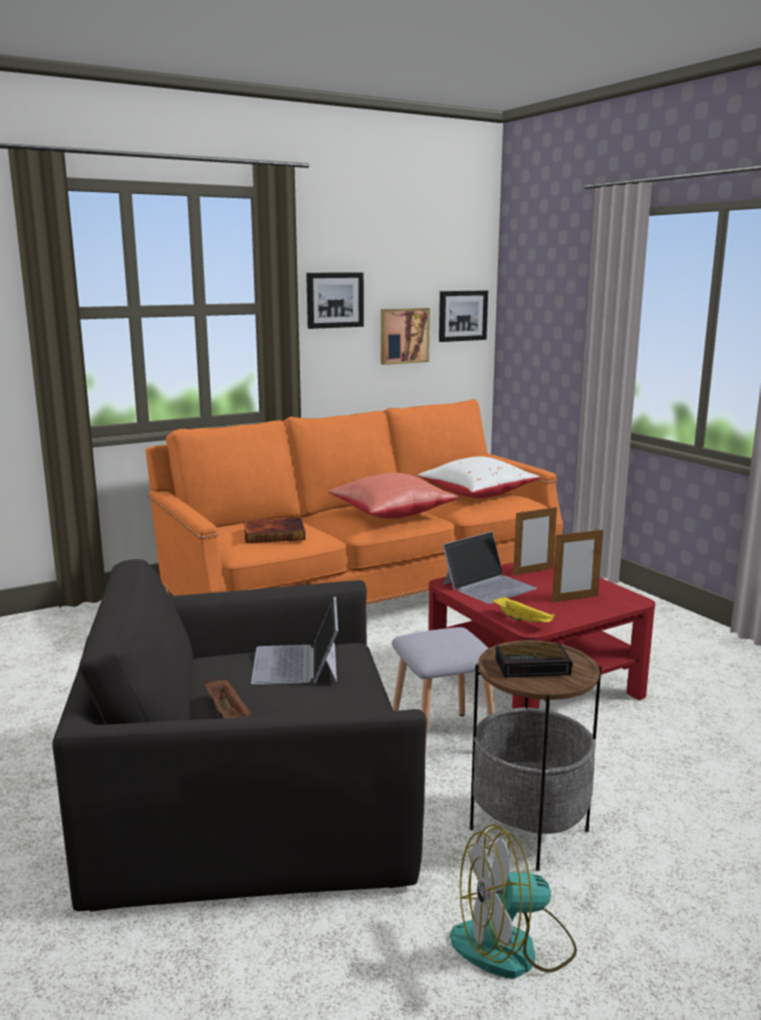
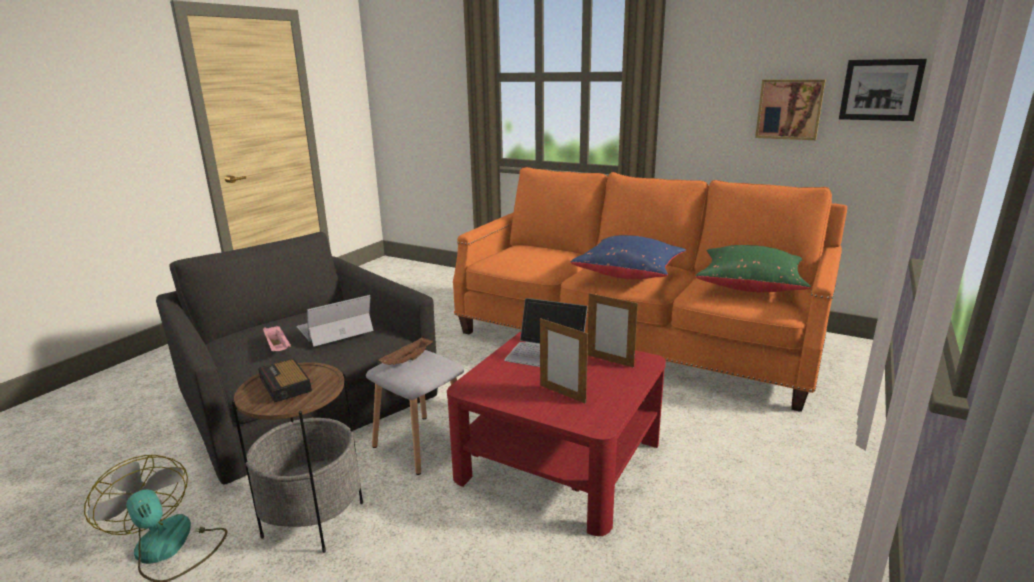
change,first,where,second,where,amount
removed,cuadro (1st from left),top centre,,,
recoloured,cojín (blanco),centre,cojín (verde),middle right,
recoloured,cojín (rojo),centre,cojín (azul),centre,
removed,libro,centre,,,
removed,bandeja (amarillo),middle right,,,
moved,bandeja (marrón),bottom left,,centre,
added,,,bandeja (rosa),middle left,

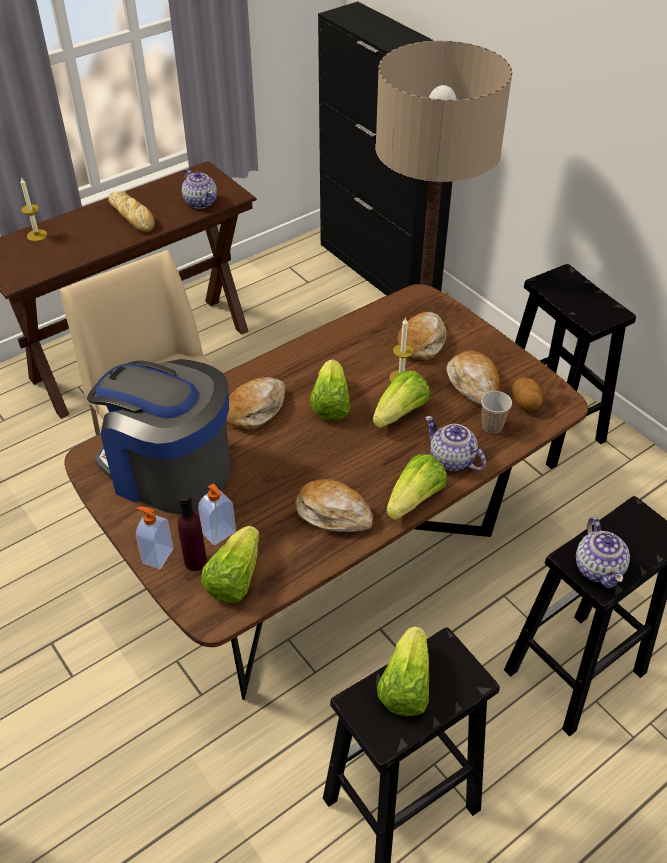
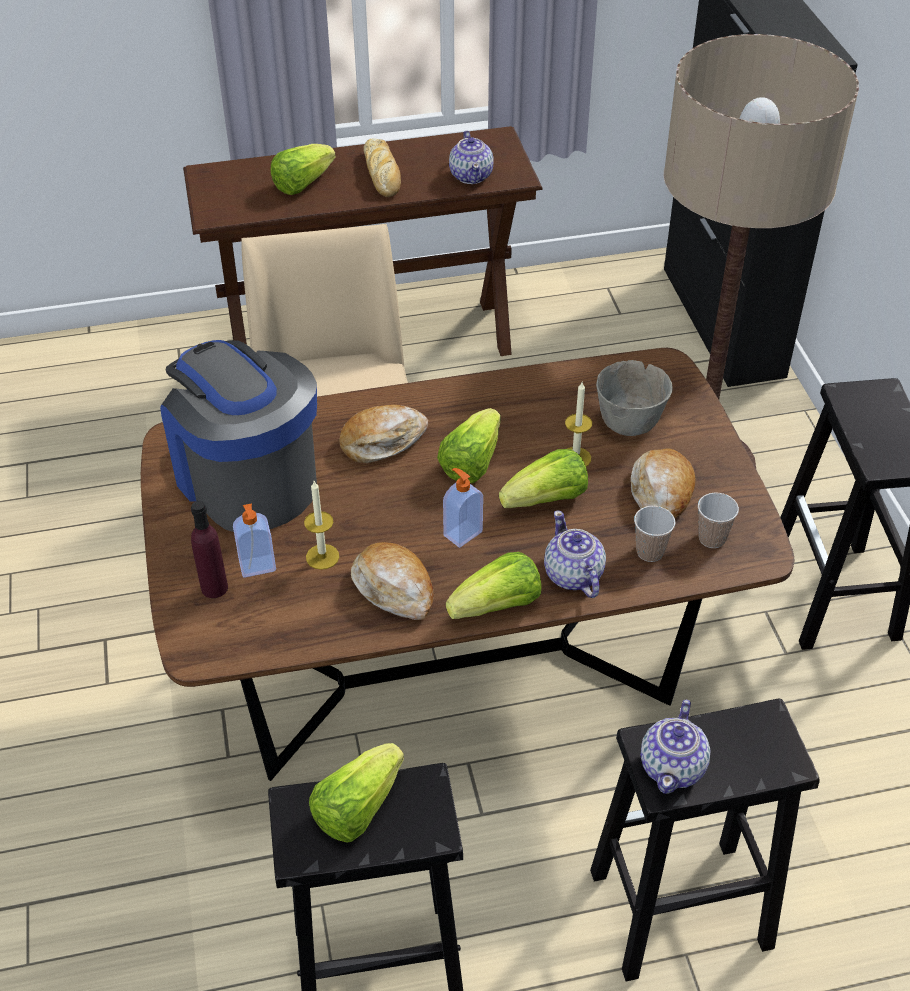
change,first,where,second,where,amount
moved,vela (1st from left),top left,,centre,
replaced,pan (4th from left),centre,cuenco (gris),middle right,
replaced,patata,middle right,taza (2nd from left),middle right,
moved,dispensador de jabón (1st from left in the first image),middle left,dispensador de jabón (2nd from left),centre,
moved,lechuga (1st from left),centre,,top left,

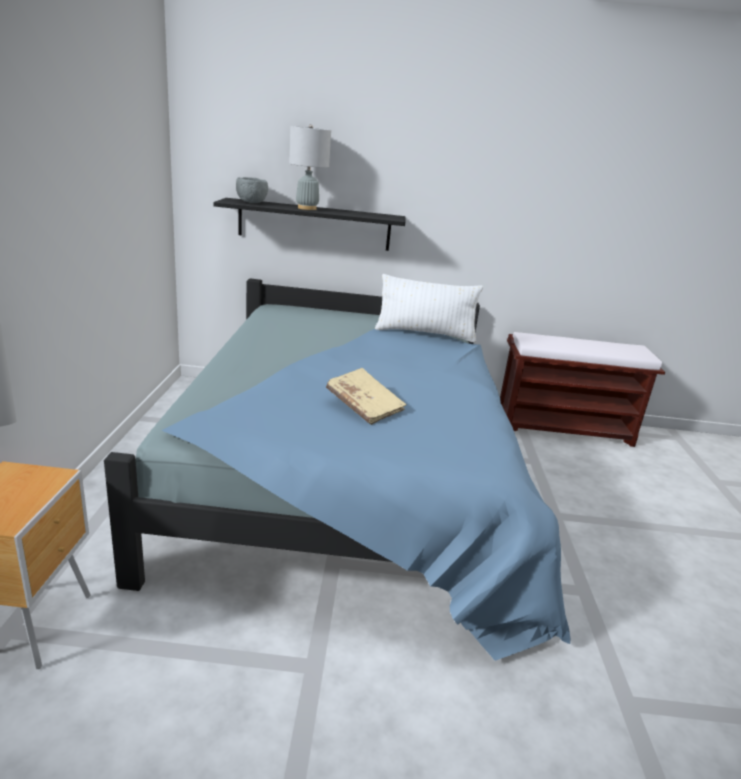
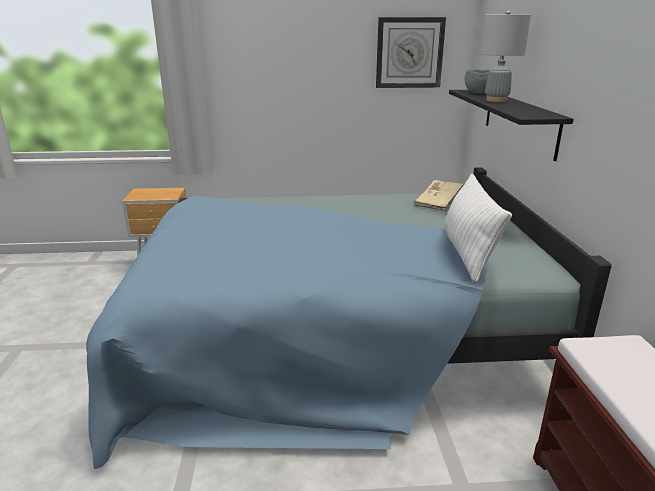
change,first,where,second,where,amount
moved,libro (beis),centre,,middle right,
added,,,reloj de pared,top centre,

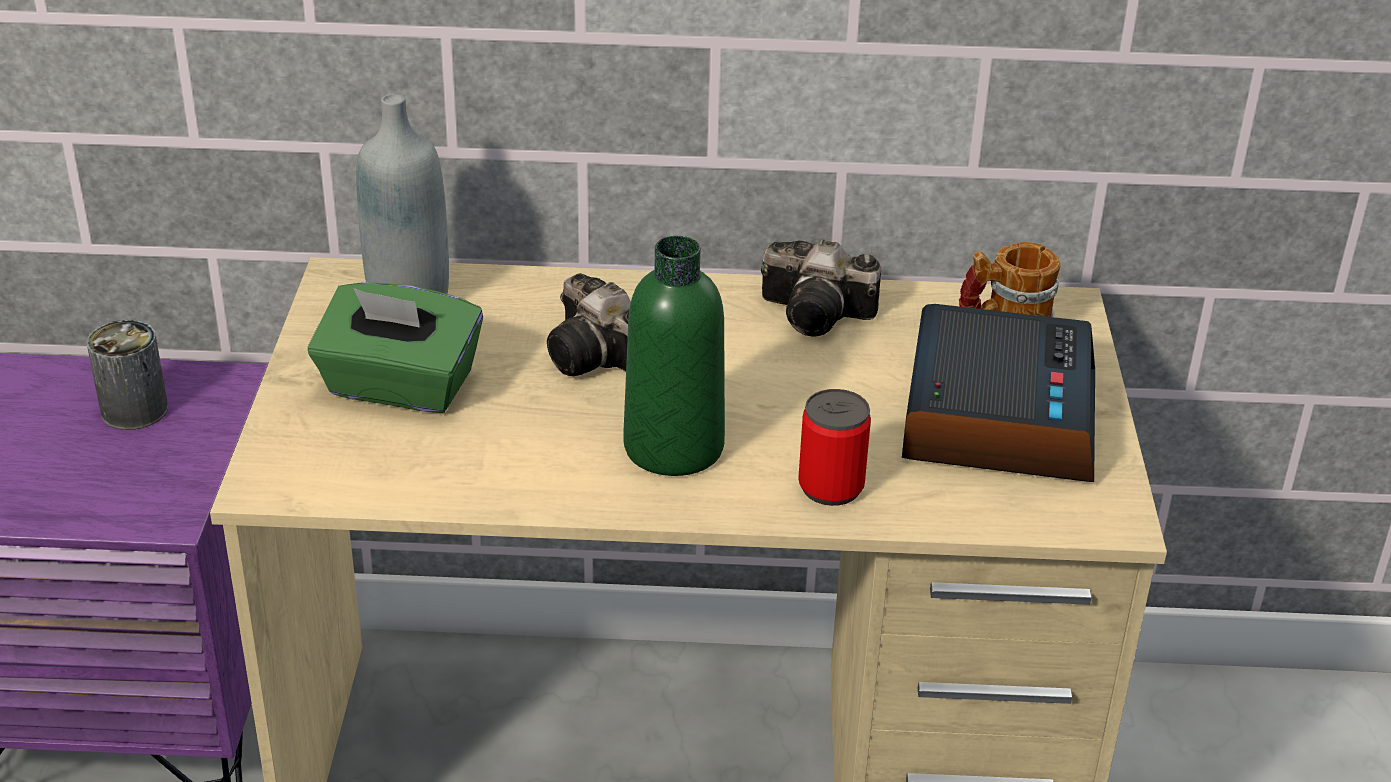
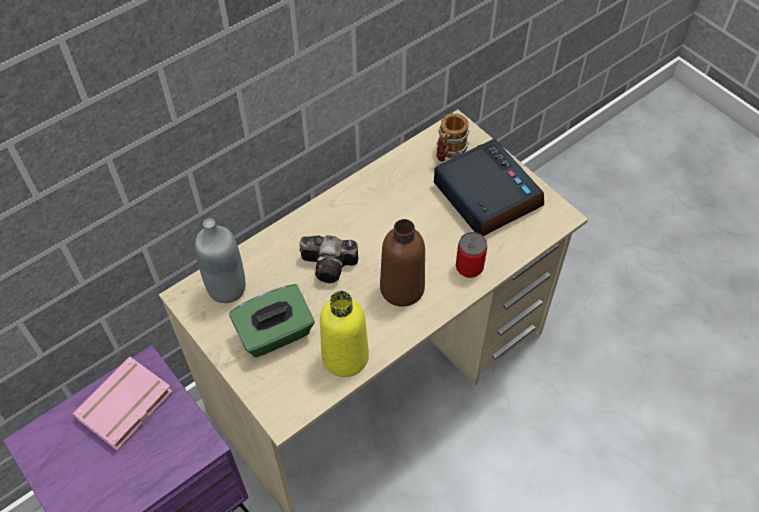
change,first,where,second,where,amount
recoloured,botella (verde),centre,botella (marrón),centre,
removed,cámara (2nd from left),centre,,,
replaced,lata (1st from left),middle left,libro (rosa),bottom left,
added,,,botella (amarillo),centre,

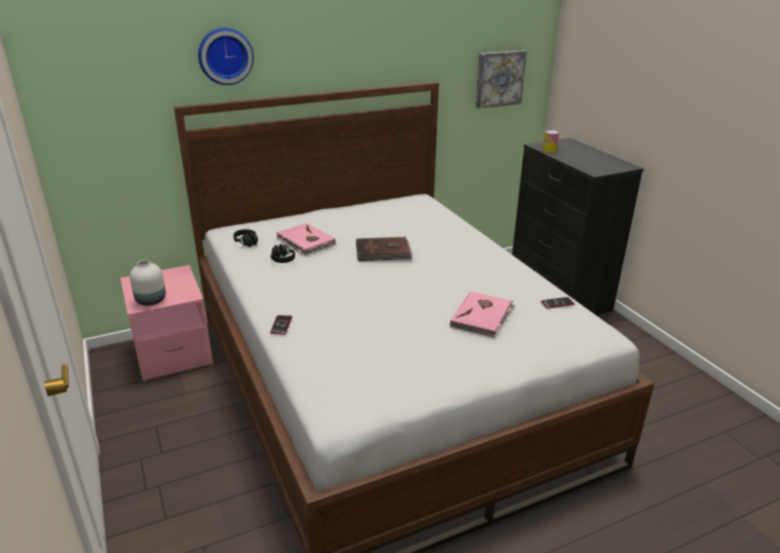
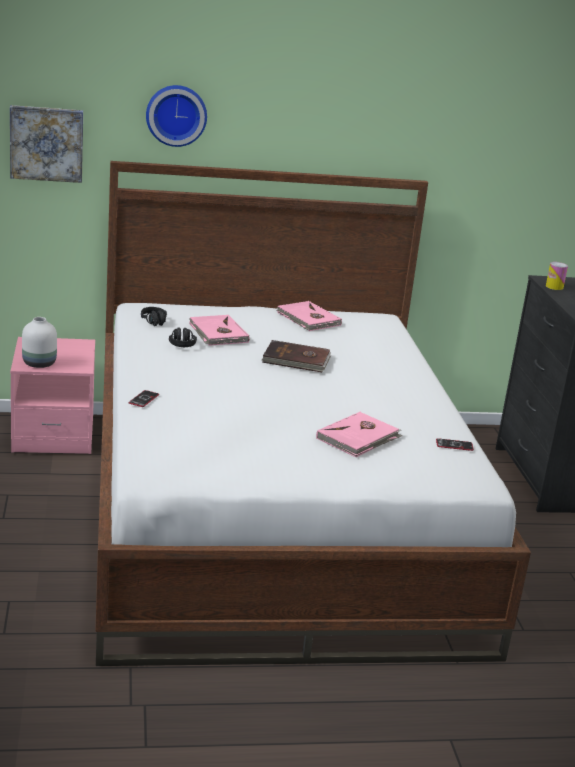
change,first,where,second,where,amount
moved,cuadro,top centre,,top left,
added,,,libro (rosa) (2nd from left),centre,

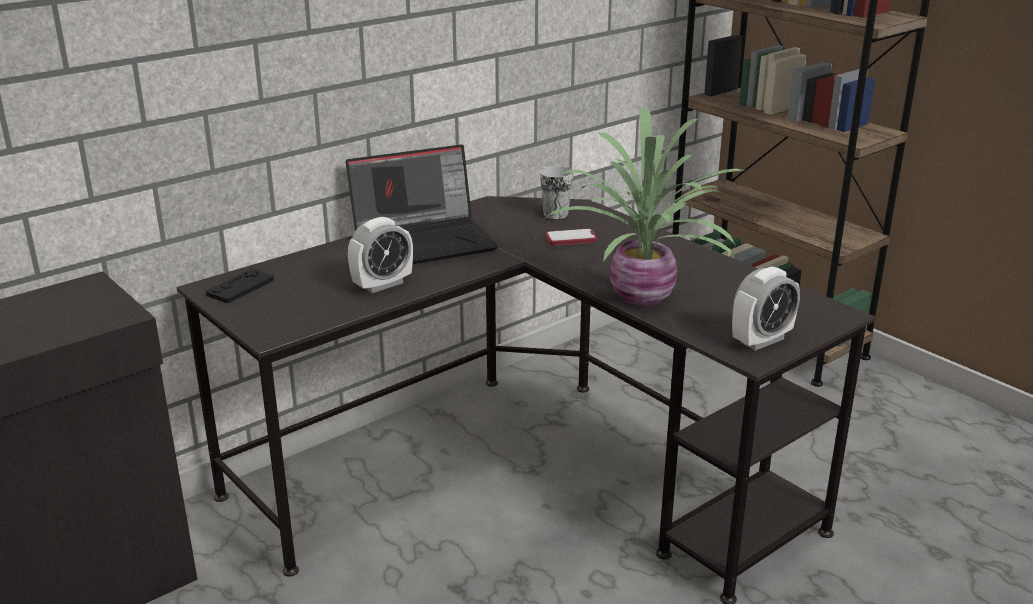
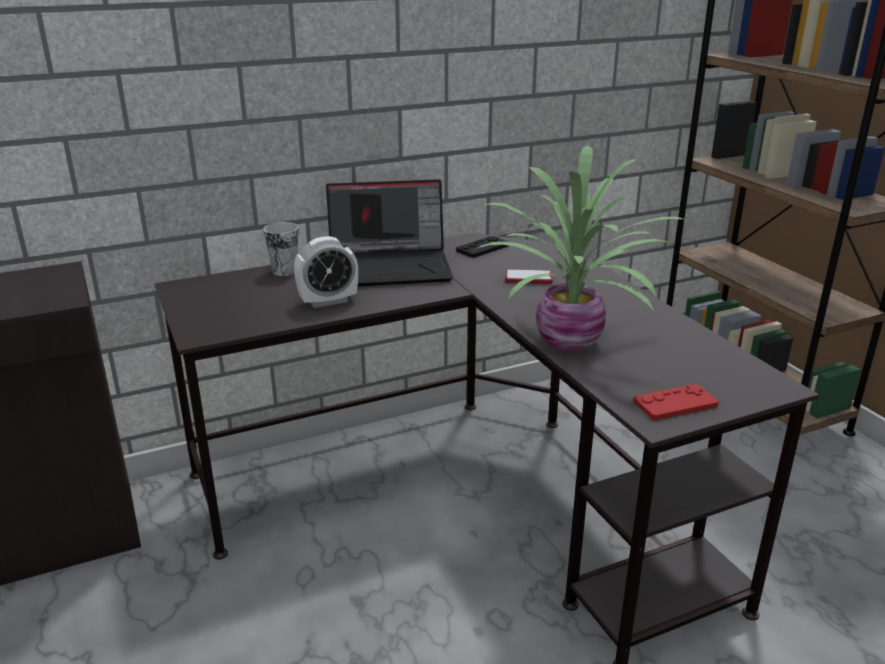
change,first,where,second,where,amount
moved,taza,top centre,,middle left,
replaced,despertador (2nd from left),middle right,mando de consola (rojo),middle right,
moved,mando de consola (negro),middle left,,centre,

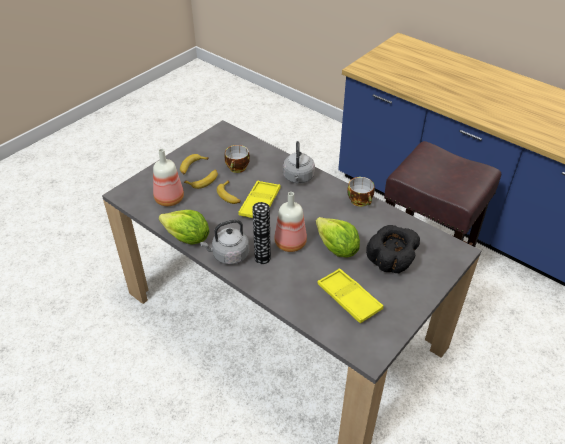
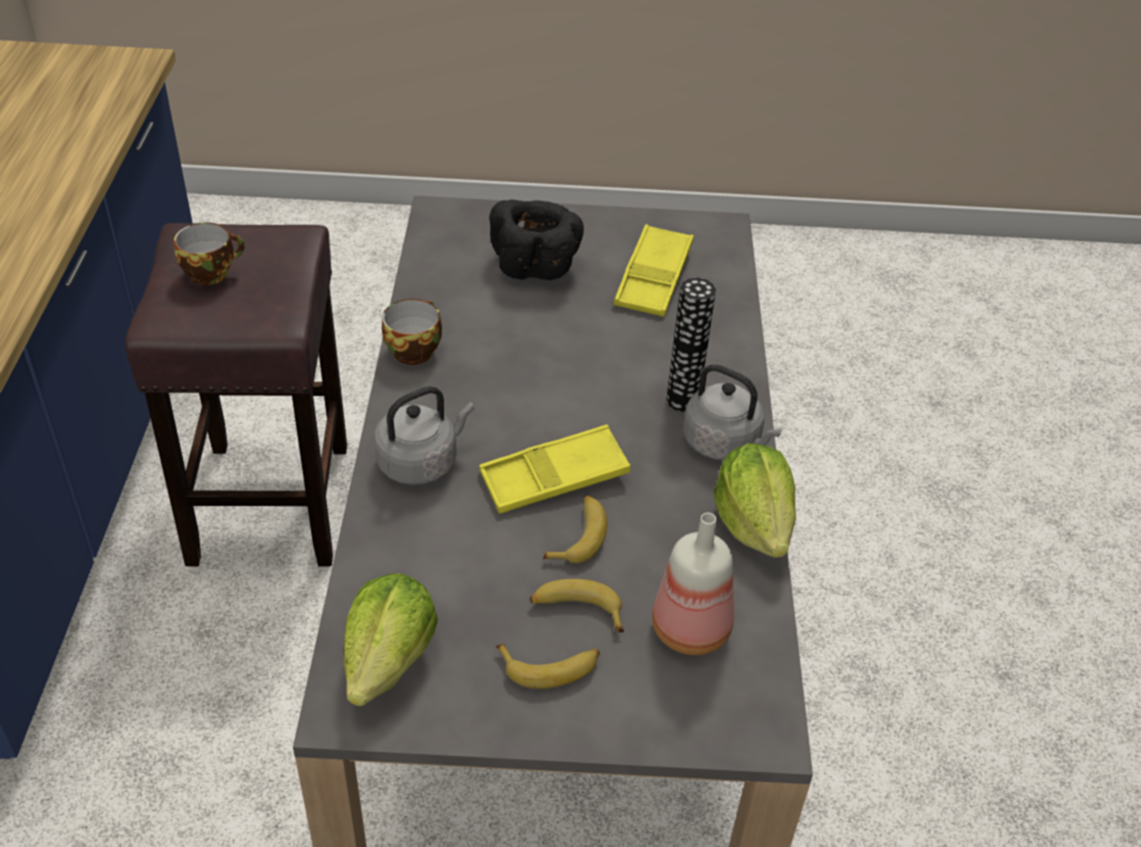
change,first,where,second,where,amount
moved,taza (1st from left),centre,,top left,
removed,botella (2nd from left),centre,,,
moved,lechuga (2nd from left in the first image),centre,lechuga (1st from left),bottom centre,

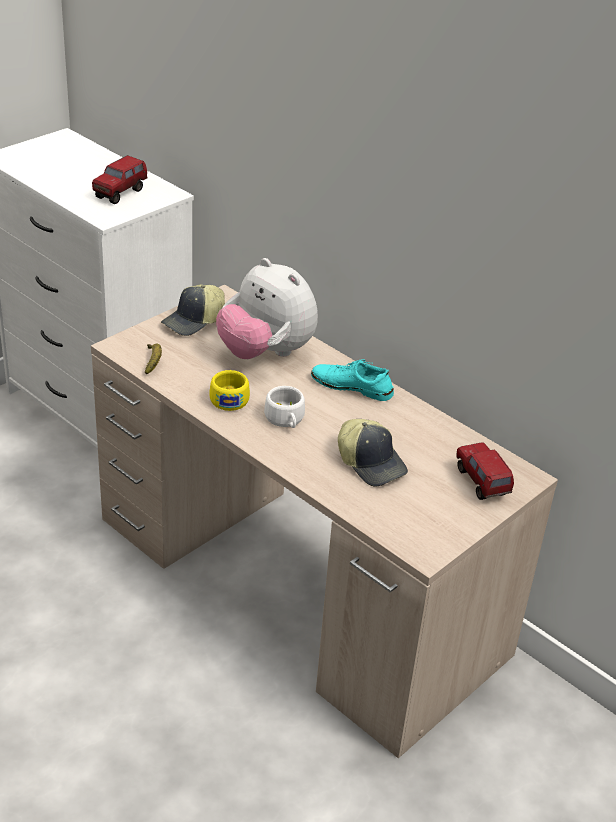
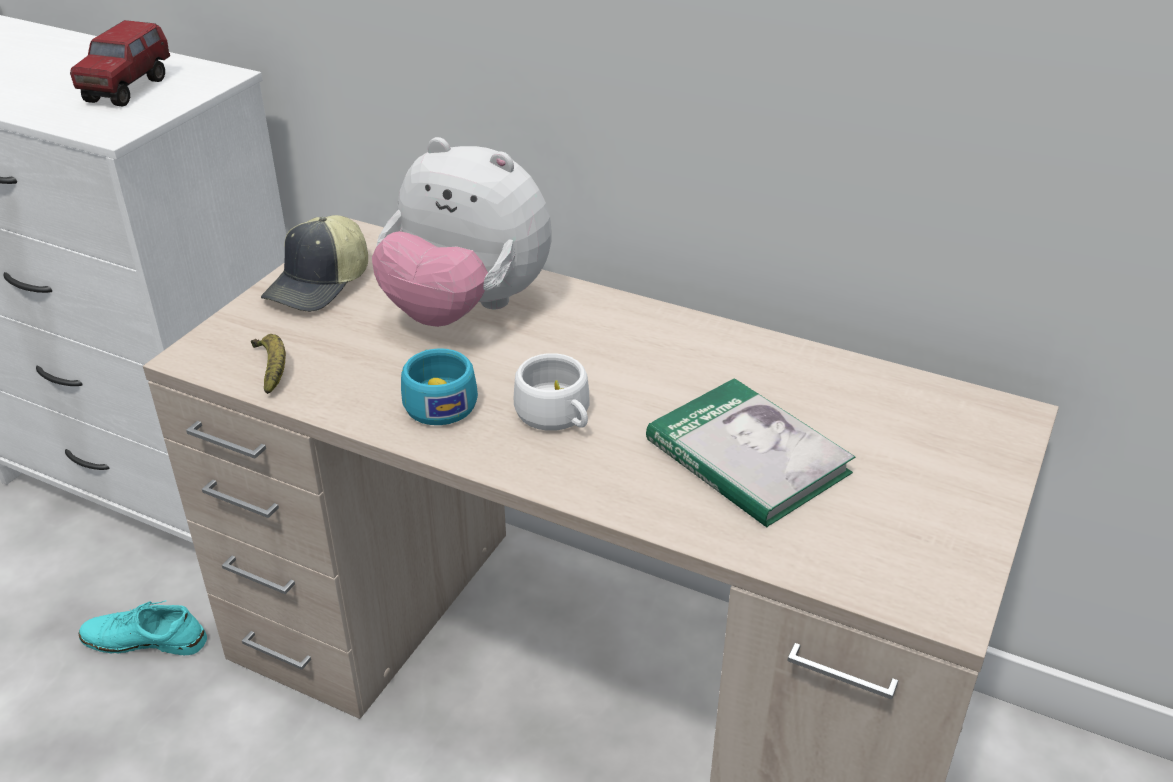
change,first,where,second,where,amount
moved,zapato (turquesa),centre,,bottom left,
recoloured,taza (amarillo),centre,taza (turquesa),centre,
replaced,gorra (2nd from left),centre,libro,centre,
removed,camión de juguete (2nd from left),middle right,,,

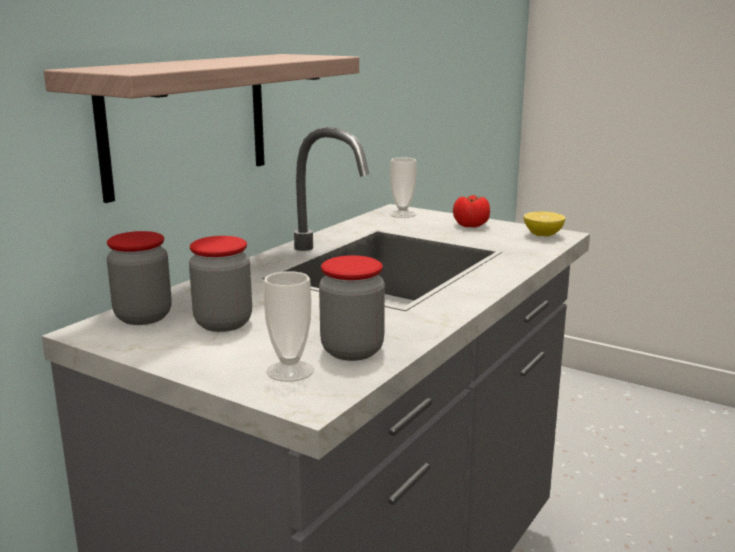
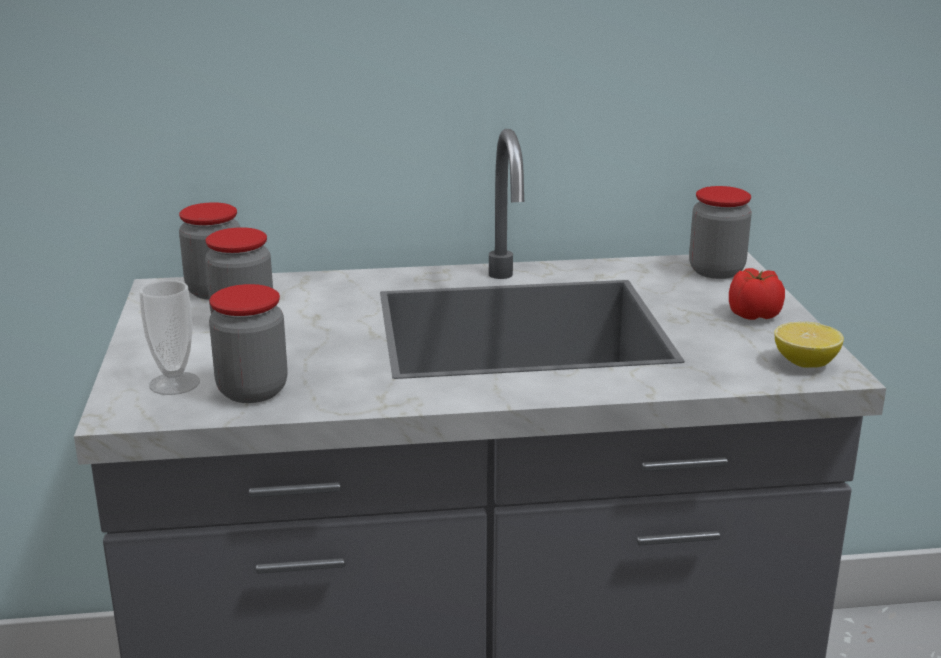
change,first,where,second,where,amount
removed,estante,top left,,,
replaced,taza (2nd from left),centre,tarro (4th from left),middle right,

